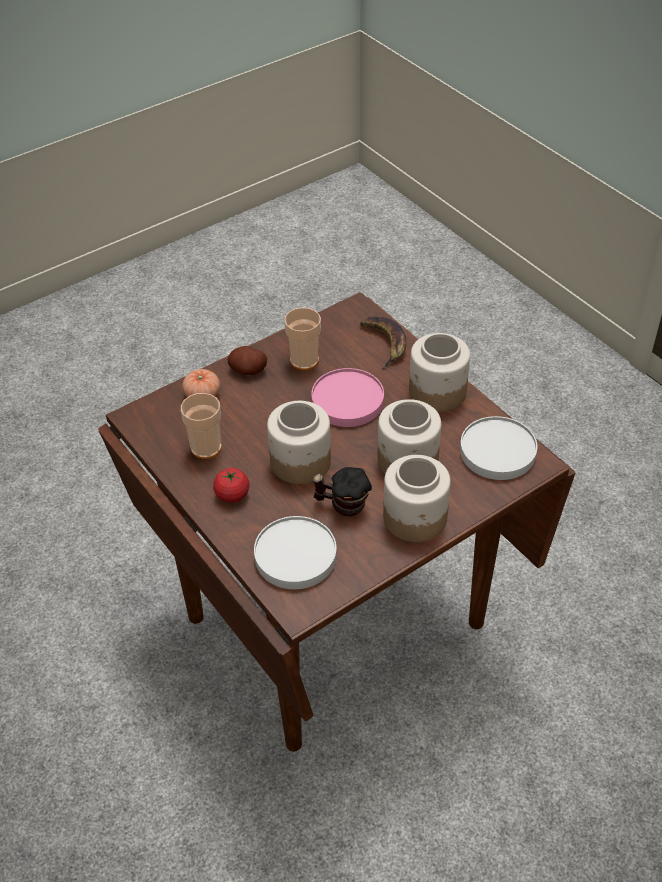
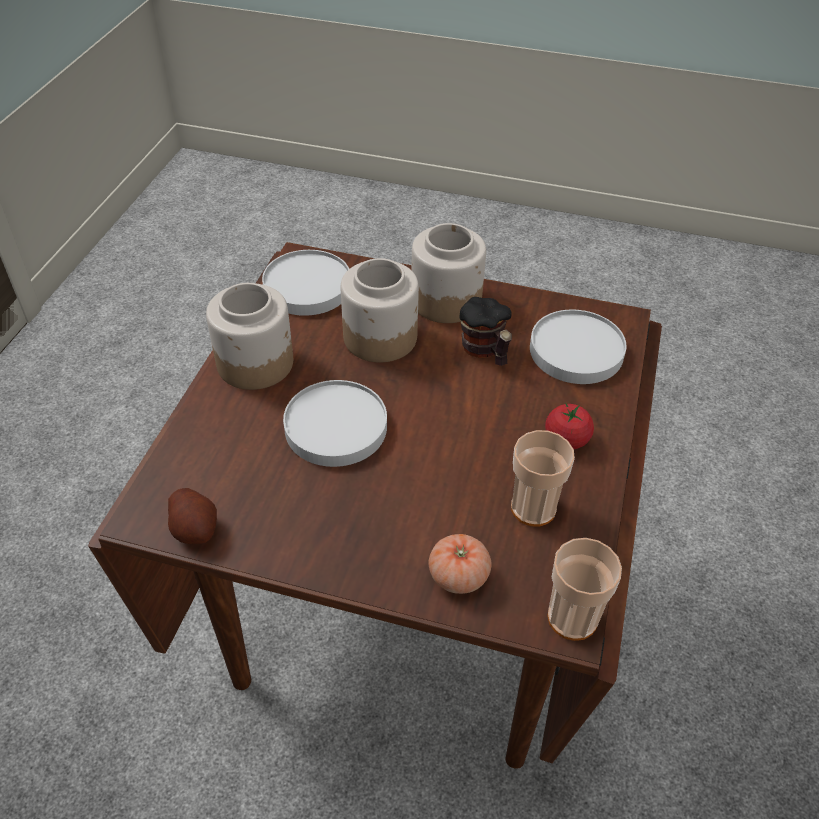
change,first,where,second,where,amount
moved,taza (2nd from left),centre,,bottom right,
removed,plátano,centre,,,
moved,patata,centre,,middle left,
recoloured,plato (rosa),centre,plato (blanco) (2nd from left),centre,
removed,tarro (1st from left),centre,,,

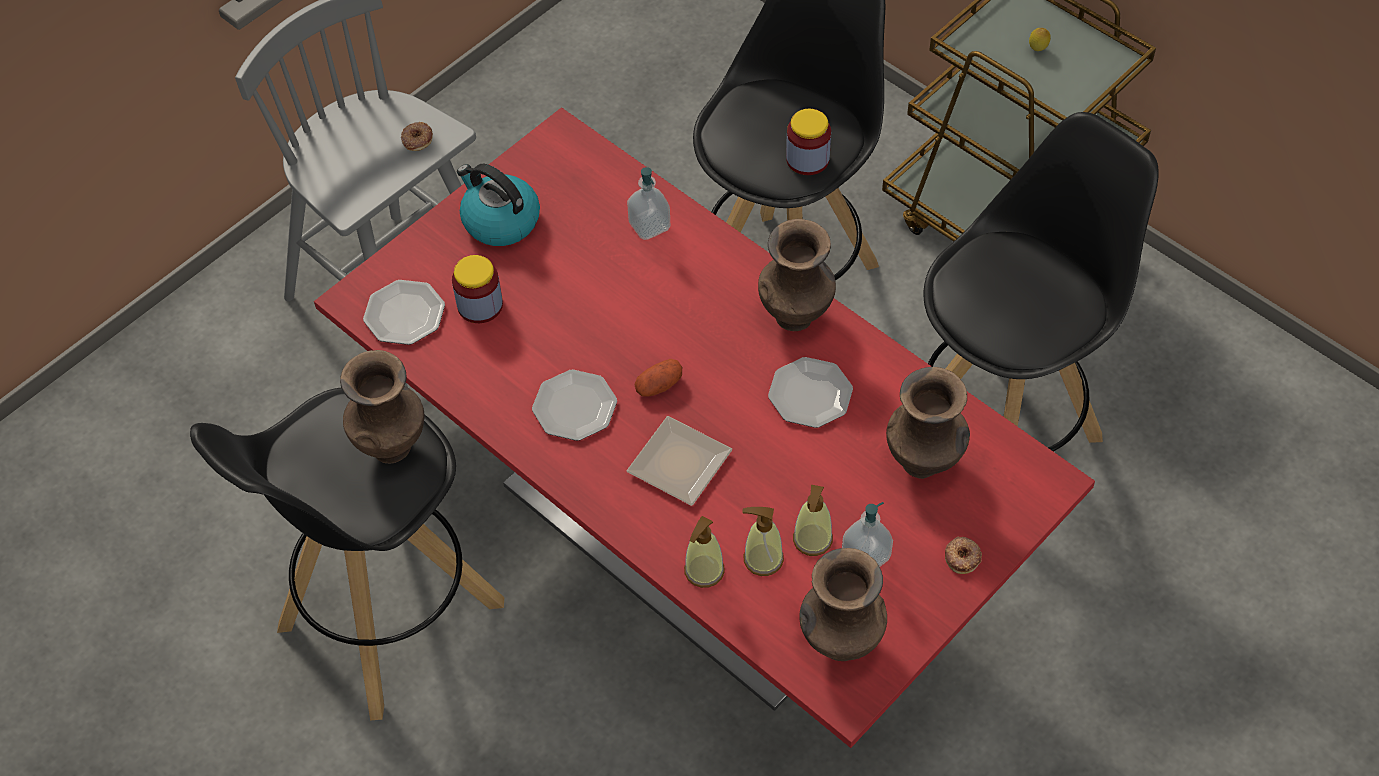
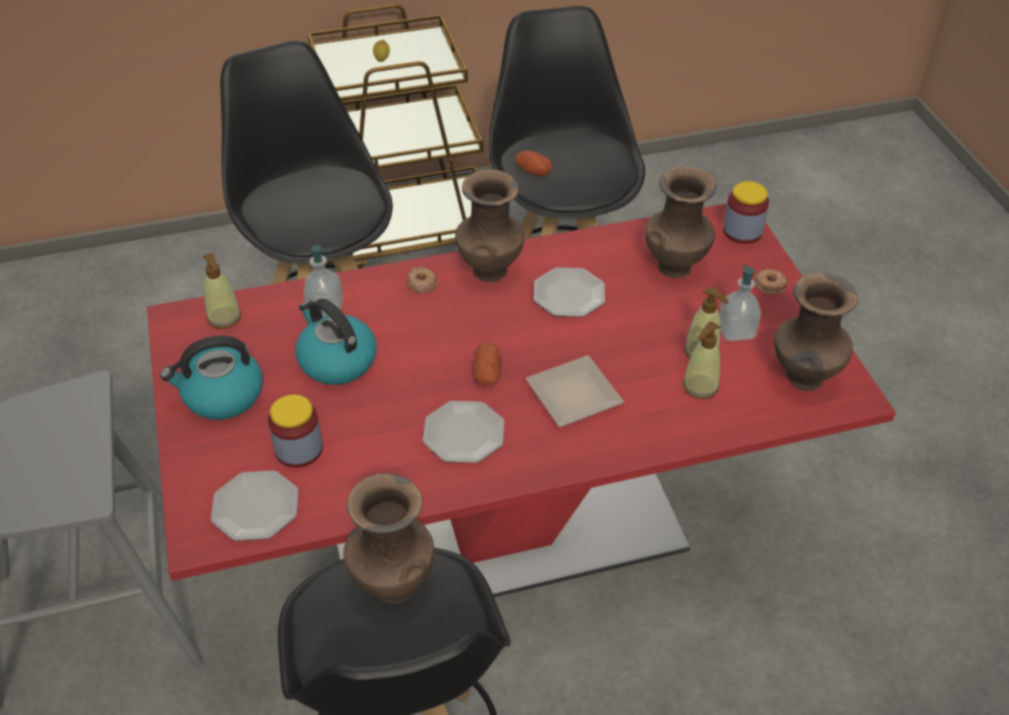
change,first,where,second,where,amount
moved,tarro (2nd from left),top centre,,top right,
moved,rosquilla (1st from left),top left,,centre,
moved,dispensador de jabón (2nd from left in the first image),bottom centre,dispensador de jabón (1st from left),middle left,
added,,,patata (2nd from left),top centre,
added,,,hervidor (2nd from left),middle left,

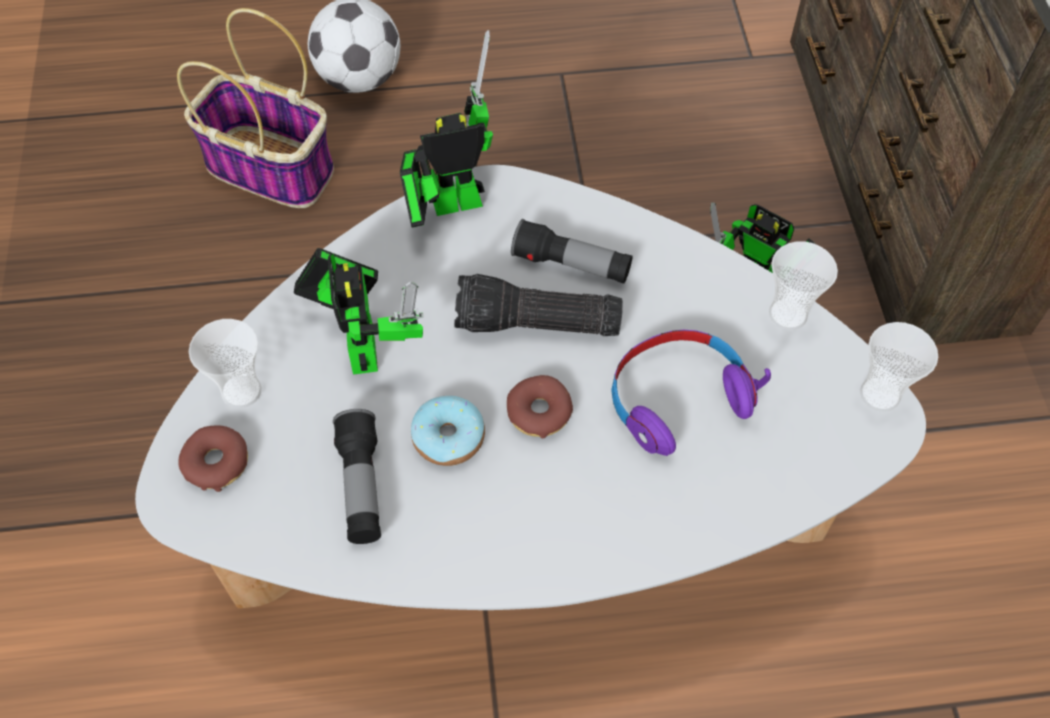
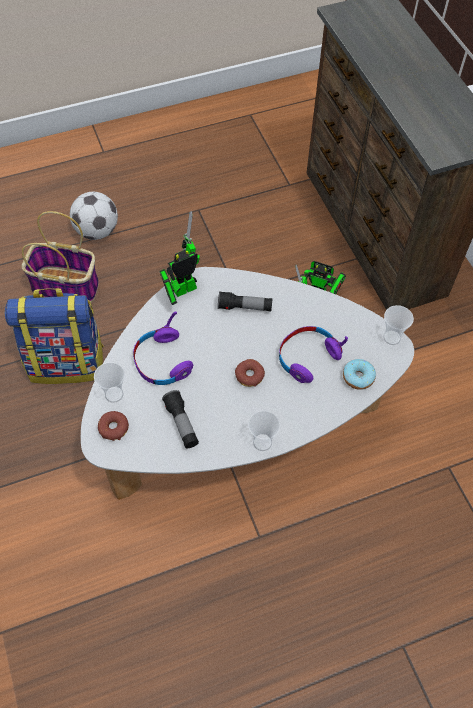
change,first,where,second,where,amount
moved,taza (2nd from left),middle right,,centre,
replaced,robot de juguete (1st from left),centre,auriculares (morado) (1st from left),centre,
removed,linterna (2nd from left),centre,,,
moved,rosquilla (2nd from left in the first image),centre,rosquilla (3rd from left),middle right,
added,,,mochila,middle left,

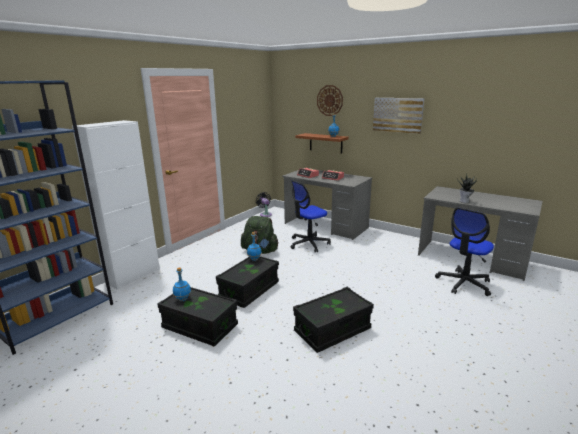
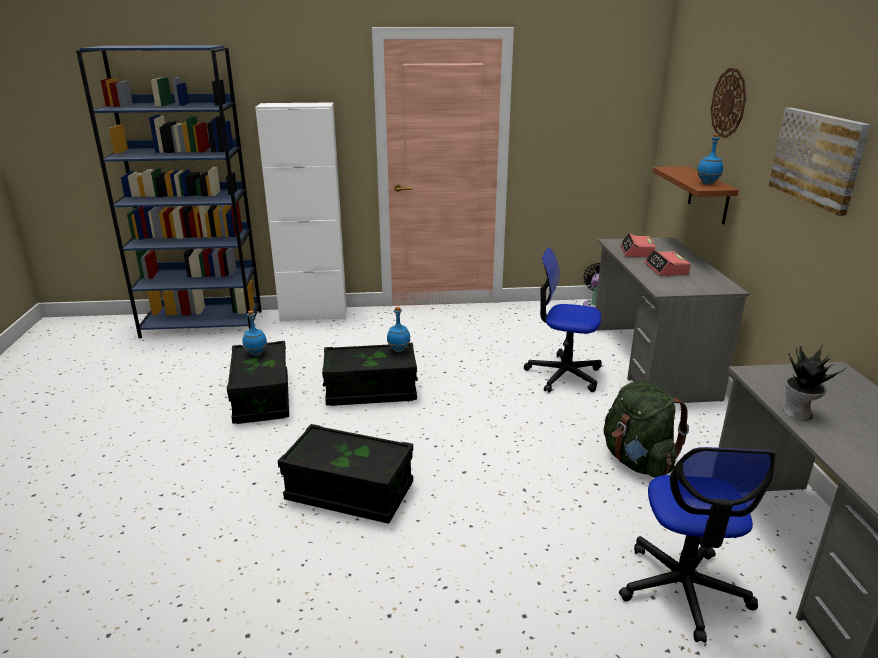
change,first,where,second,where,amount
turned,silla de oficina (2nd from left),middle right,,bottom right,90 degrees counterclockwise
moved,mochila (verde),centre,,middle right,

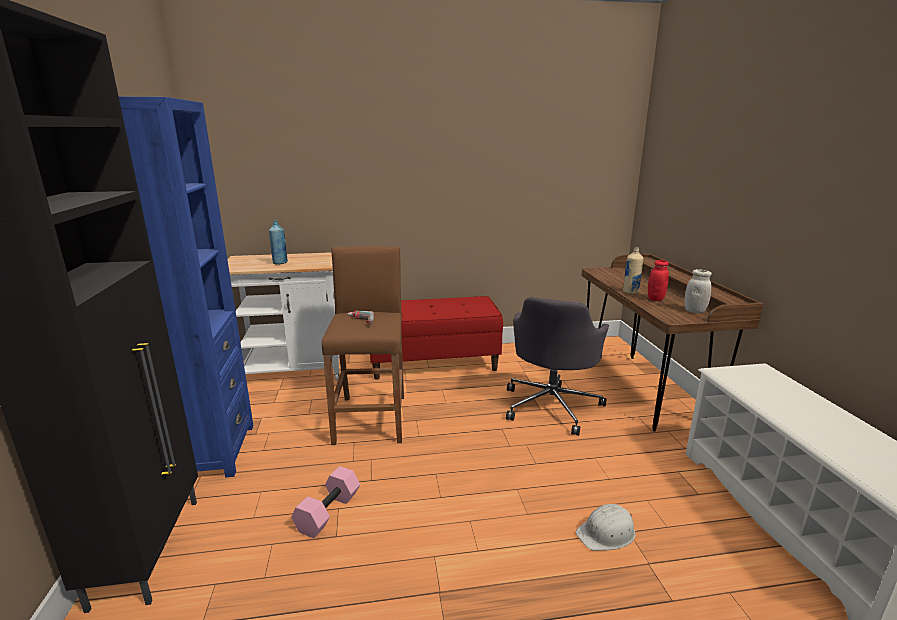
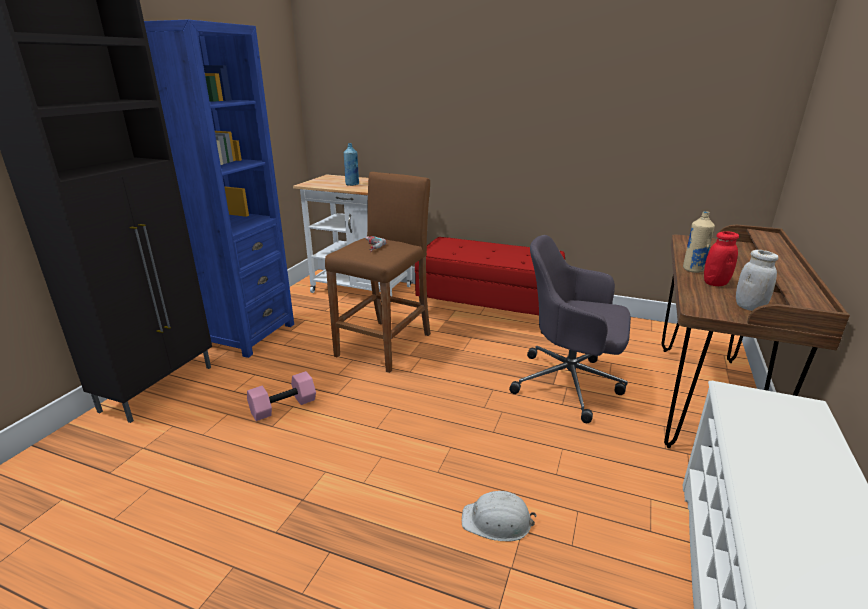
change,first,where,second,where,amount
turned,silla de oficina (gris),centre,,centre,60 degrees clockwise

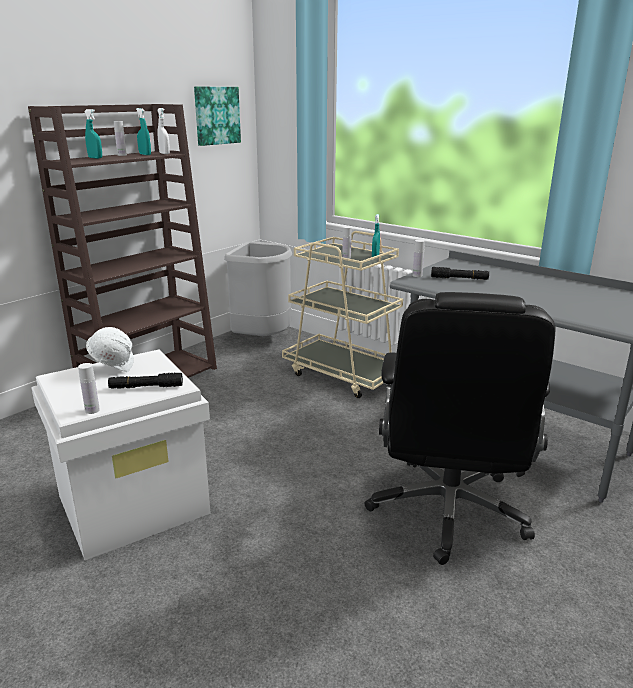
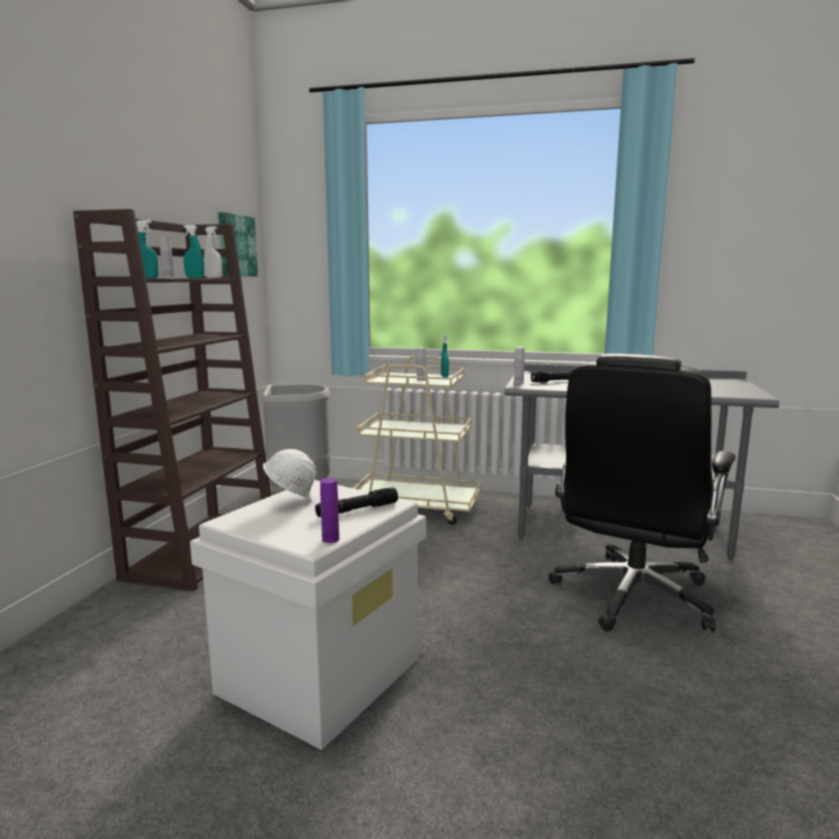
change,first,where,second,where,amount
turned,silla de oficina (negro),middle right,,middle right,45 degrees clockwise
recoloured,botella (blanco) (1st from left),middle left,botella (morado),centre,

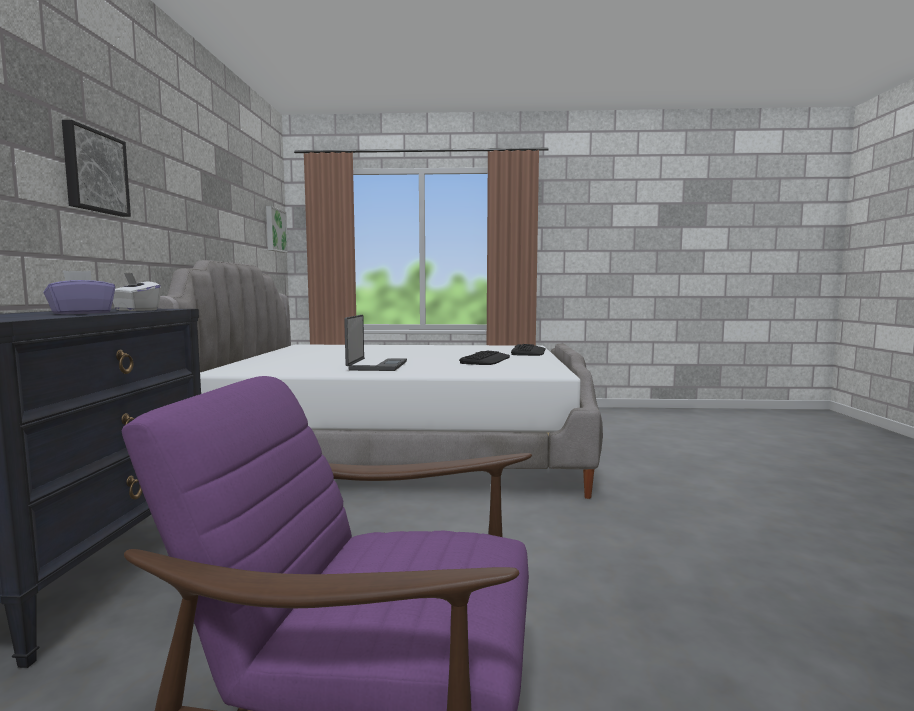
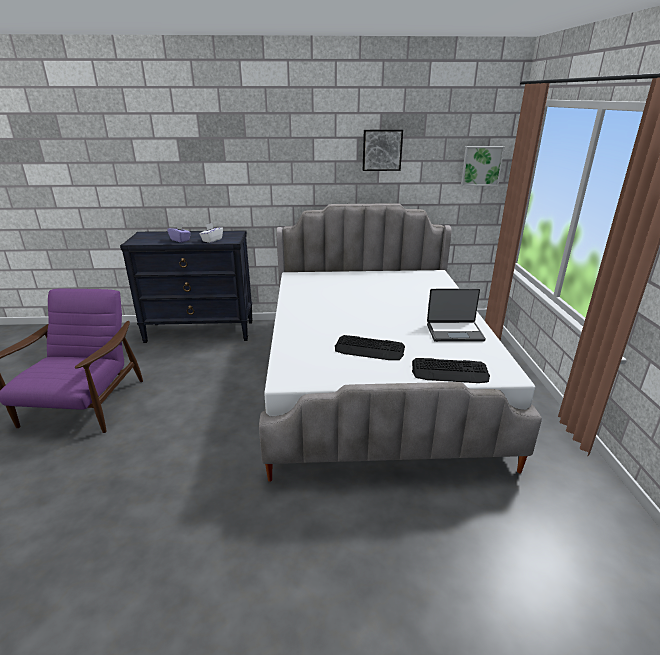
change,first,where,second,where,amount
moved,cuadro (1st from left),top left,,top centre,
moved,portátil,centre,,middle right,

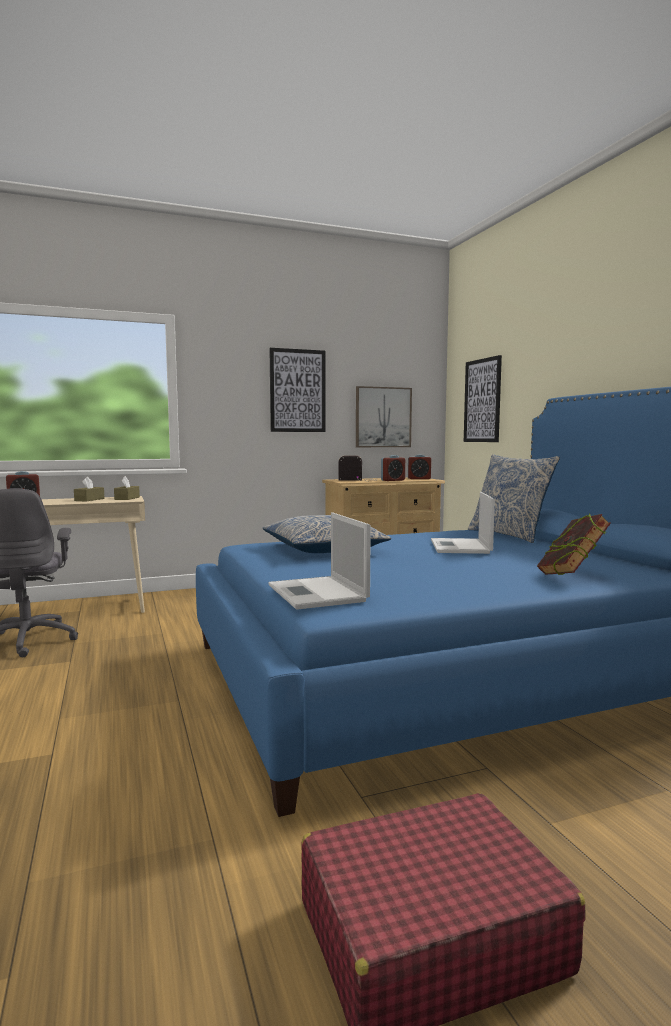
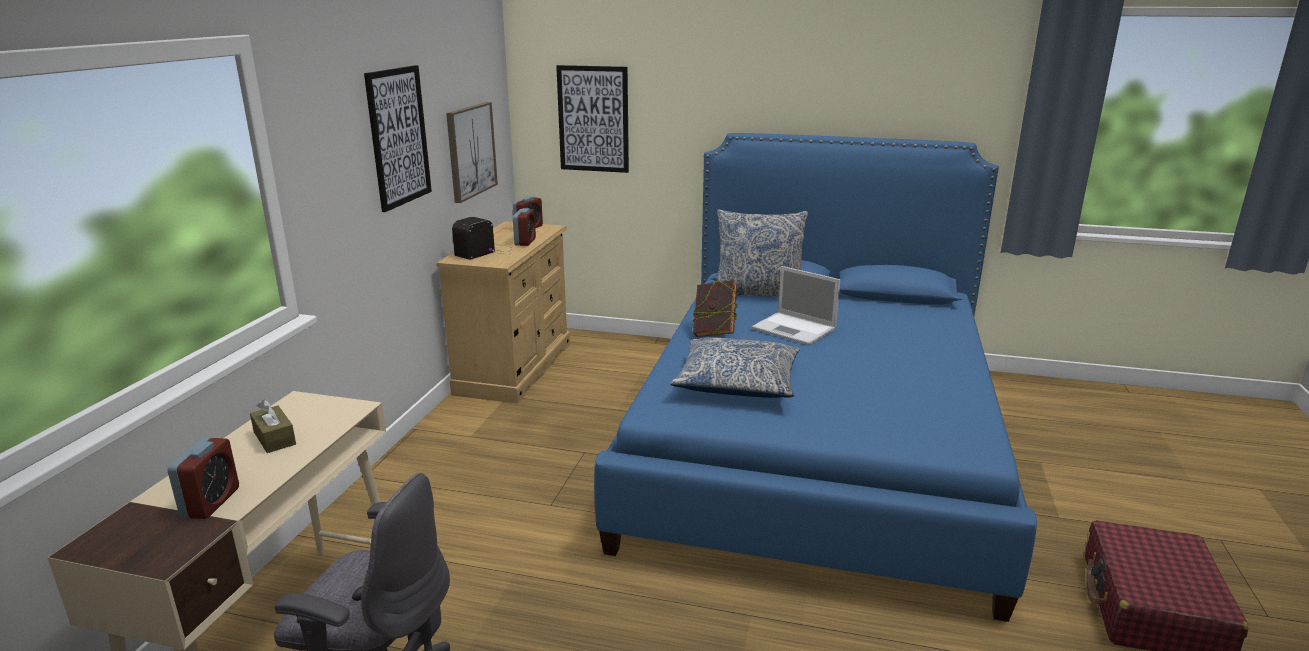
change,first,where,second,where,amount
removed,caja de pañuelos (marrón) (2nd from left),middle left,,,
removed,portátil (1st from left),centre,,,
moved,libro,middle right,,centre,

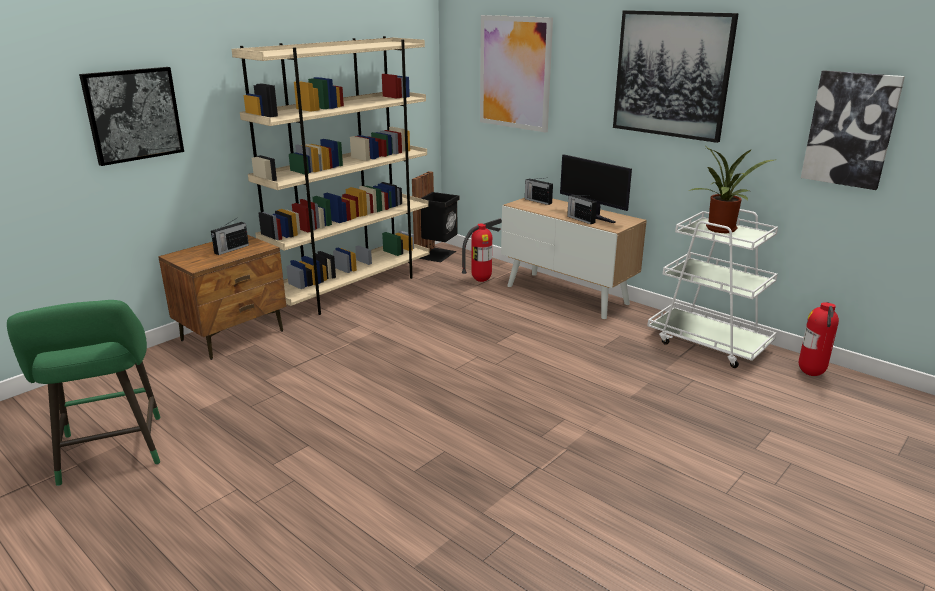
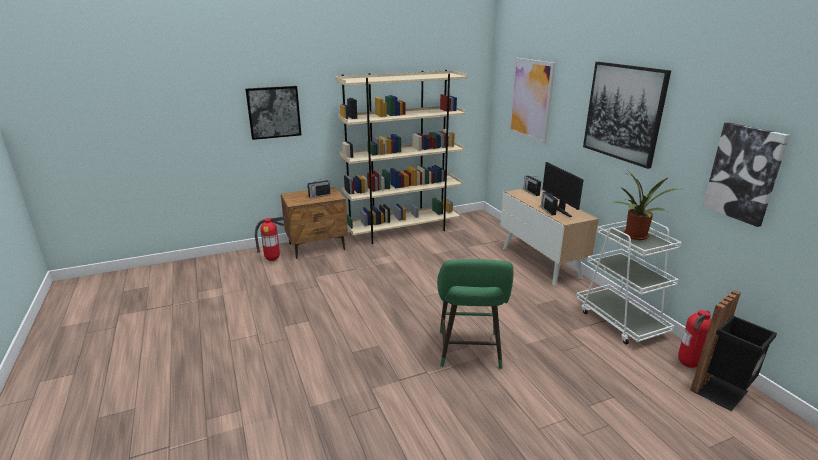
change,first,where,second,where,amount
moved,papelera (negro),centre,,bottom right,
moved,extintor (1st from left),centre,,middle left,
moved,taburete (verde),middle left,,bottom centre,

